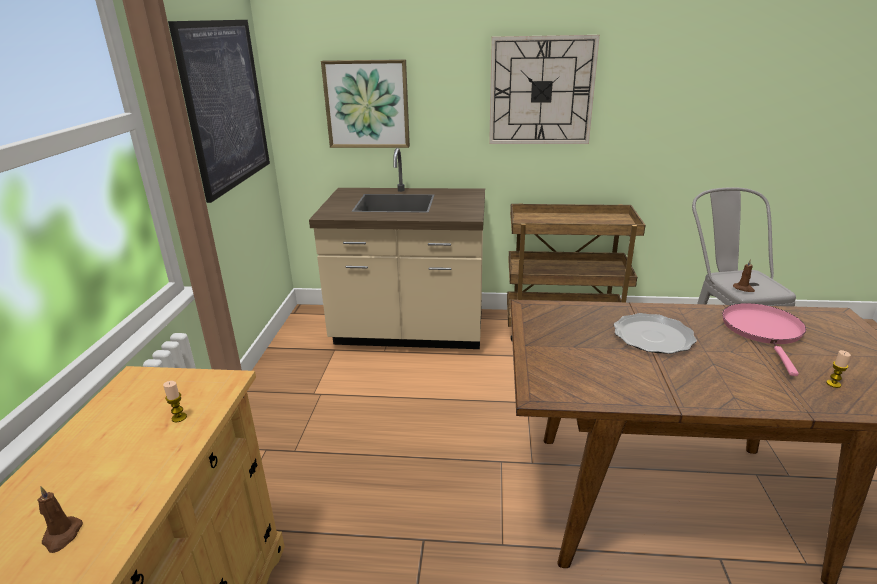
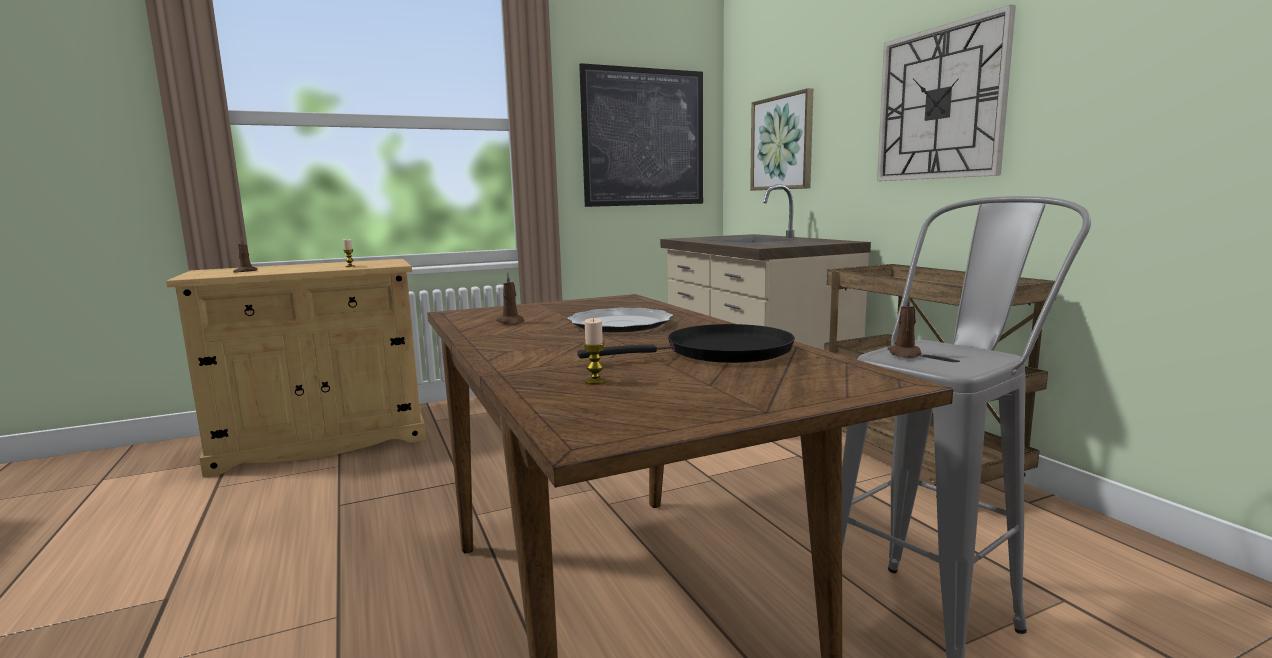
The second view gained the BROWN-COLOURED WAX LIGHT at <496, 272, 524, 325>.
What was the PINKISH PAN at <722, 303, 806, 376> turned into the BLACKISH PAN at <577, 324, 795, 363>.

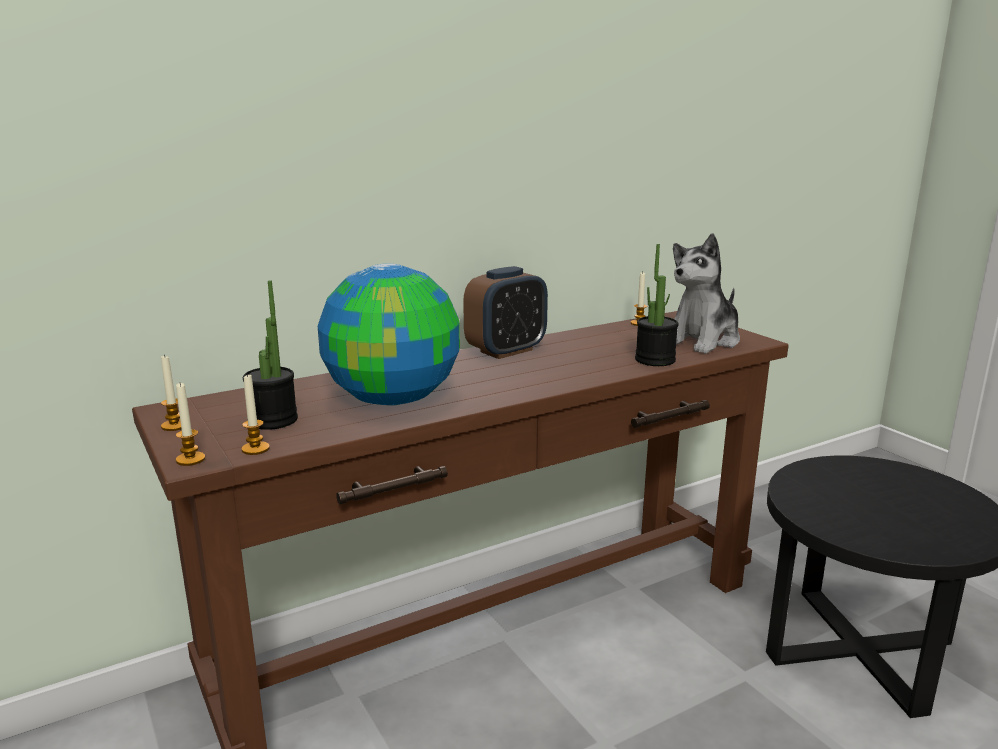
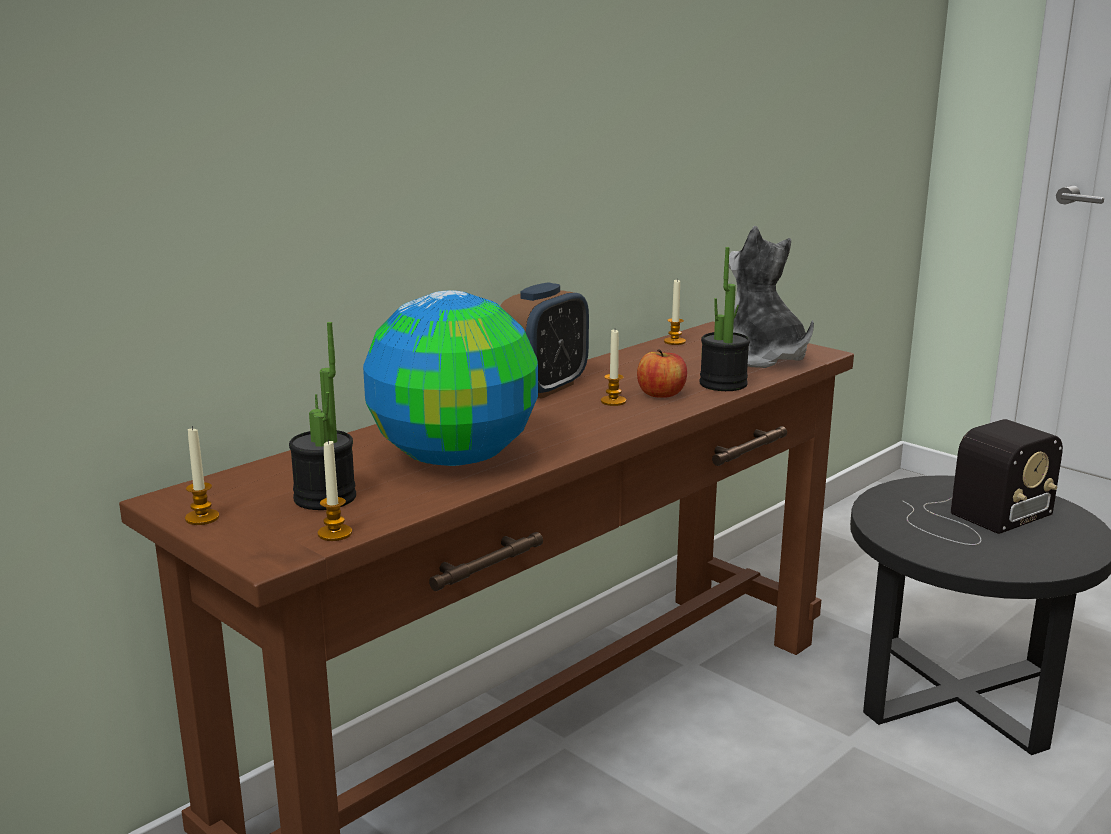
The WAX LIGHT ended up elsewhere, having gone from <176, 383, 205, 466> to <601, 330, 626, 406>.
The second view gained the APPLE at <637, 349, 687, 398>.
The CUDDLY TOY at <673, 233, 740, 354> ended up facing another way, 120 degrees clockwise from before.
The second view gained the RADIO SET at <902, 419, 1063, 545>.

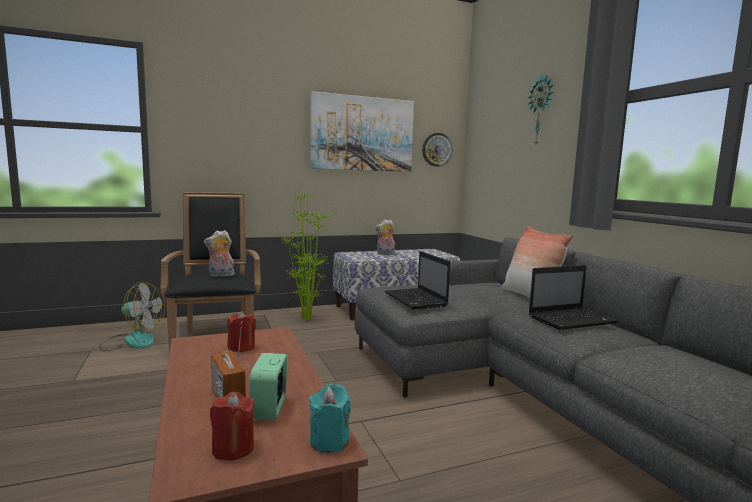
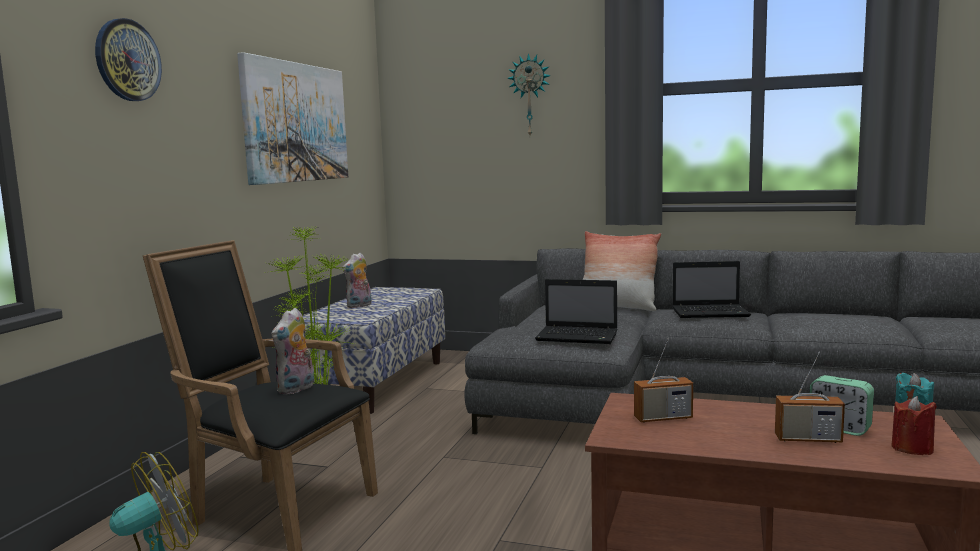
The CLOCK ON THE WALL ended up elsewhere, having gone from <422, 133, 452, 167> to <95, 18, 162, 101>.
Where the RED WAX LIGHT stood at <227, 311, 256, 352>, the RADIO SET came to stand at <634, 337, 693, 423>.
The LAPTOP at <528, 265, 618, 330> ended up facing another way, 75 degrees clockwise from before.

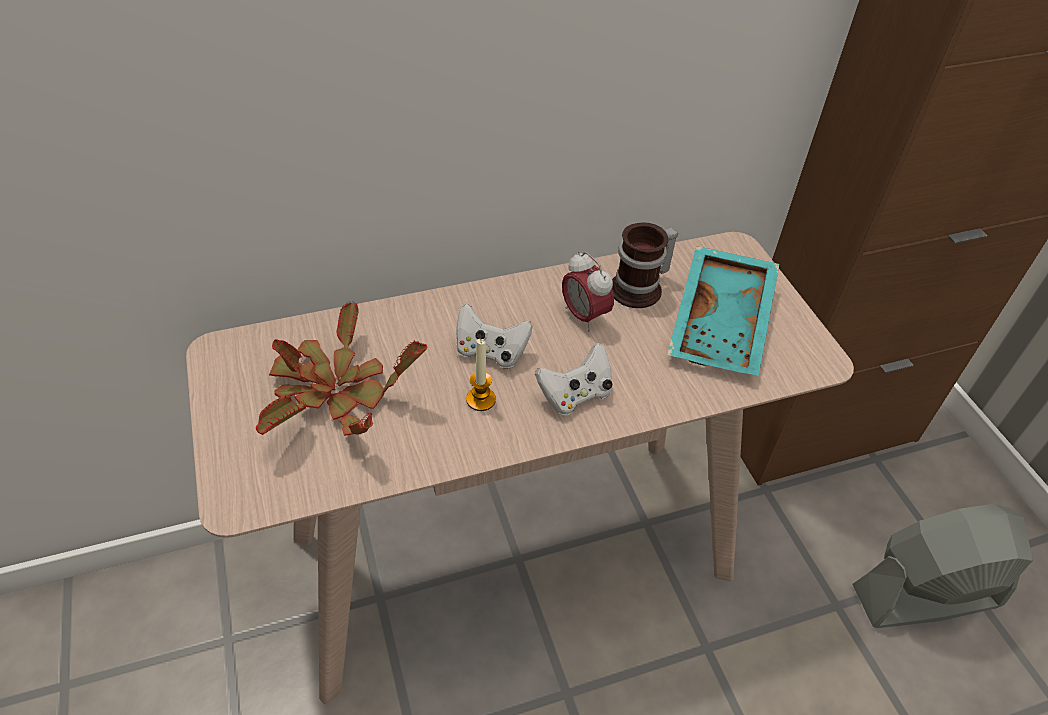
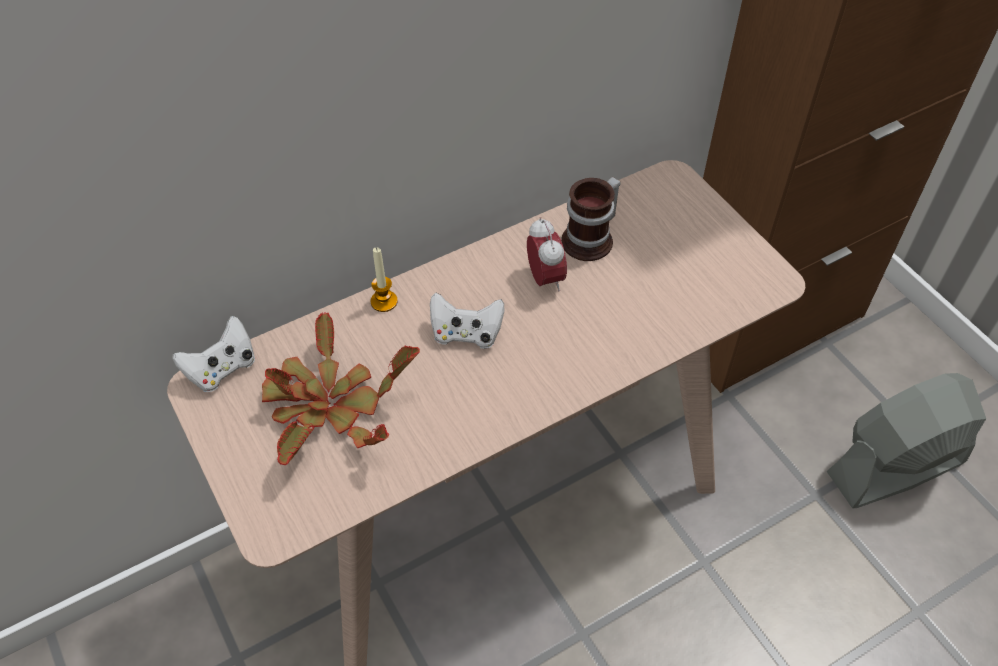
The WHITE-COLOURED JOYPAD ended up elsewhere, having gone from <535, 343, 613, 415> to <172, 316, 255, 392>.
The WAX LIGHT ended up elsewhere, having gone from <466, 339, 496, 411> to <371, 247, 398, 312>.
The ALARM CLOCK at <562, 251, 614, 332> ended up facing another way, 150 degrees counterclockwise from before.
The second view lost the TURQUOISE SERVING TRAY at <667, 246, 779, 376>.

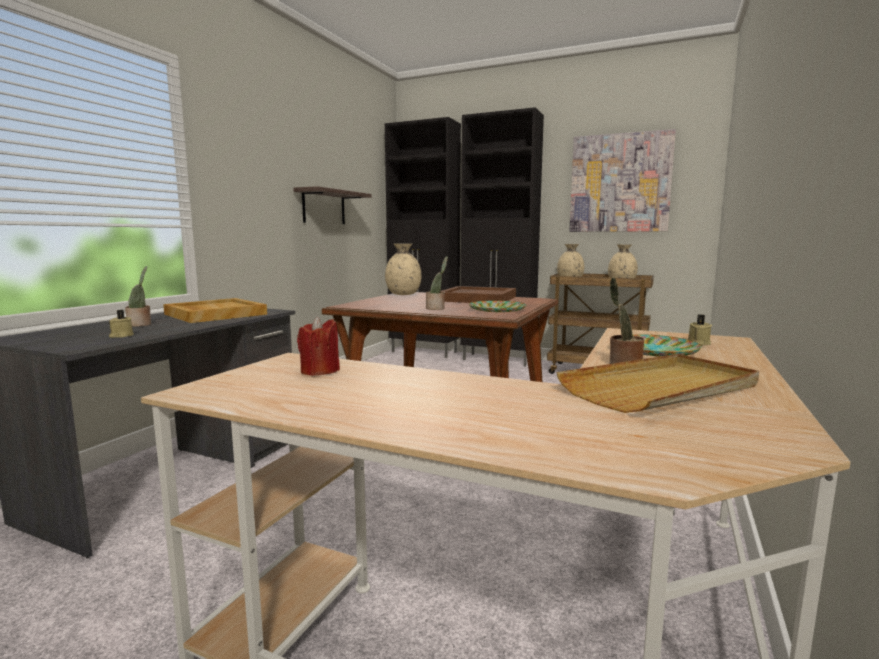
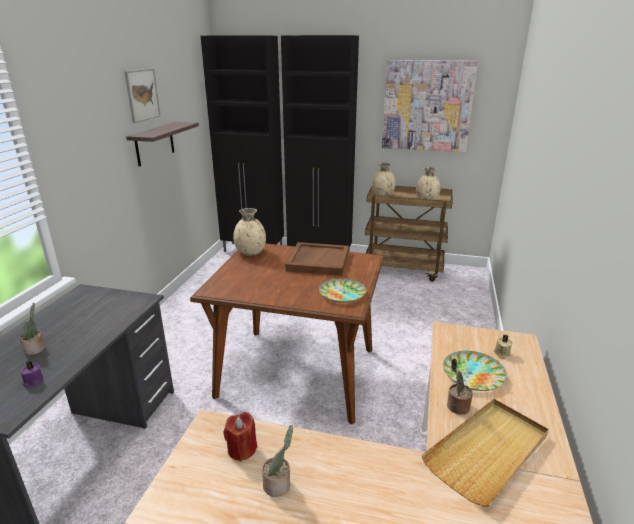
What was the BEIGE-COLOURED WAX LIGHT at <109, 310, 134, 338> turned into the PURPLE WAX LIGHT at <21, 361, 43, 387>.
The second view gained the WALL ART at <124, 69, 161, 123>.
The HOUSEPLANT ended up elsewhere, having gone from <426, 256, 448, 310> to <262, 425, 293, 497>.
The second view lost the BEIGE-COLOURED SERVING TRAY at <163, 298, 267, 323>.

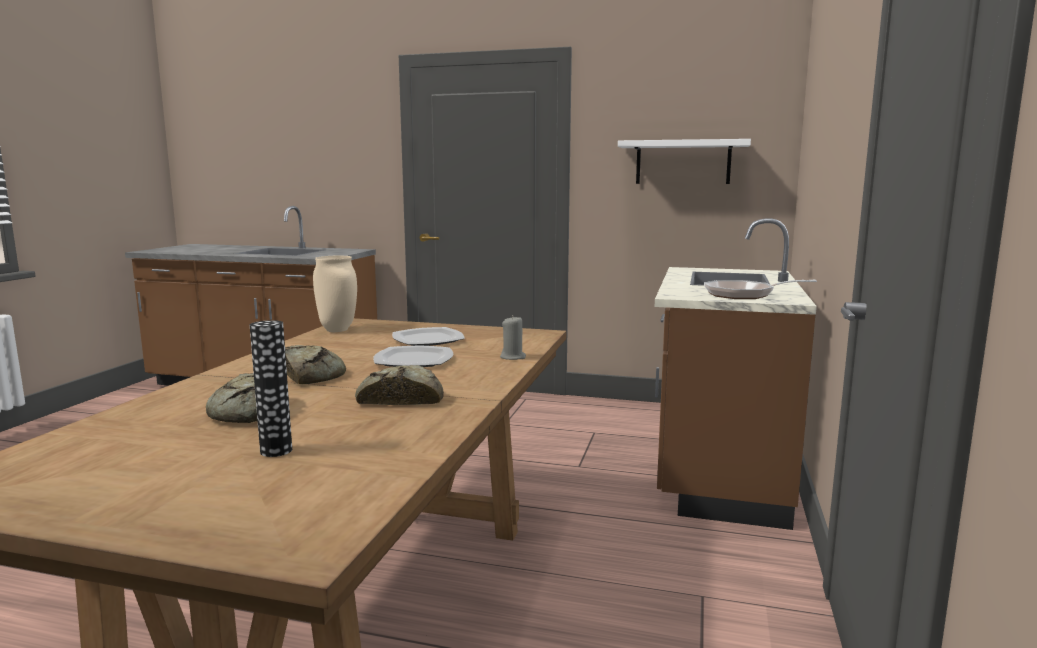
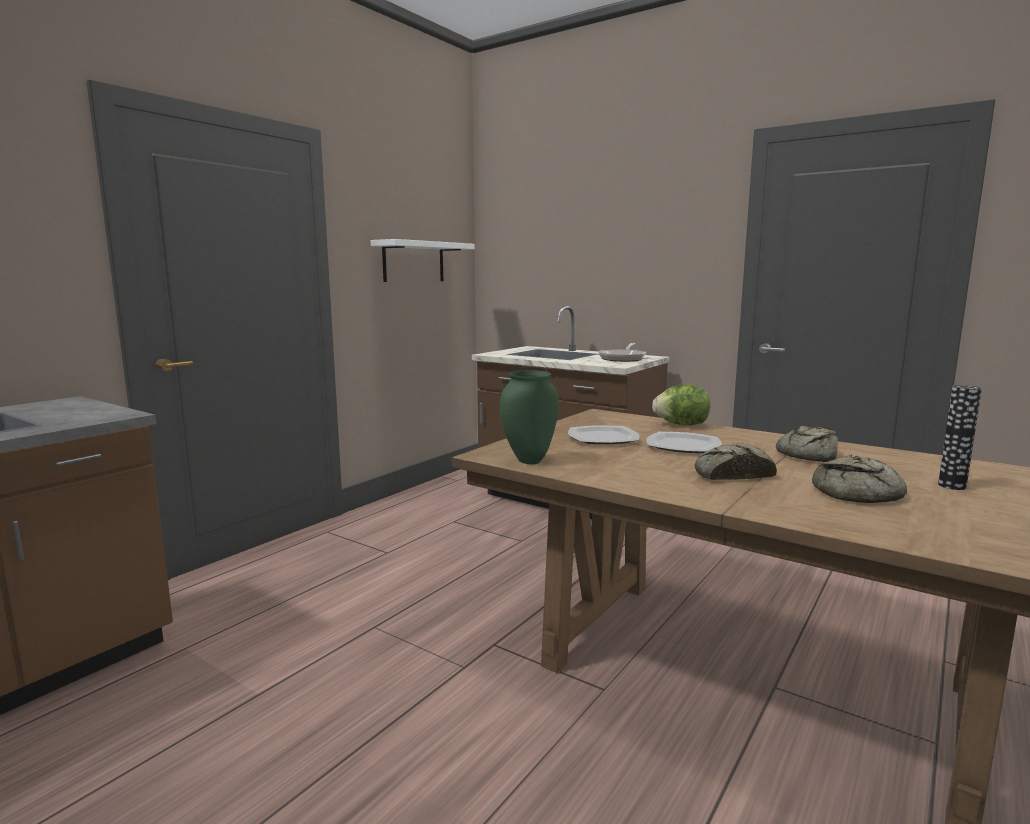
What was the BEIGE-COLOURED FLOWER VASE at <313, 256, 357, 332> turned into the GREEN FLOWER VASE at <500, 370, 559, 465>.
Where the GREY WAX LIGHT stood at <500, 316, 526, 360>, the HEAD OF LETTUCE came to stand at <652, 385, 710, 426>.

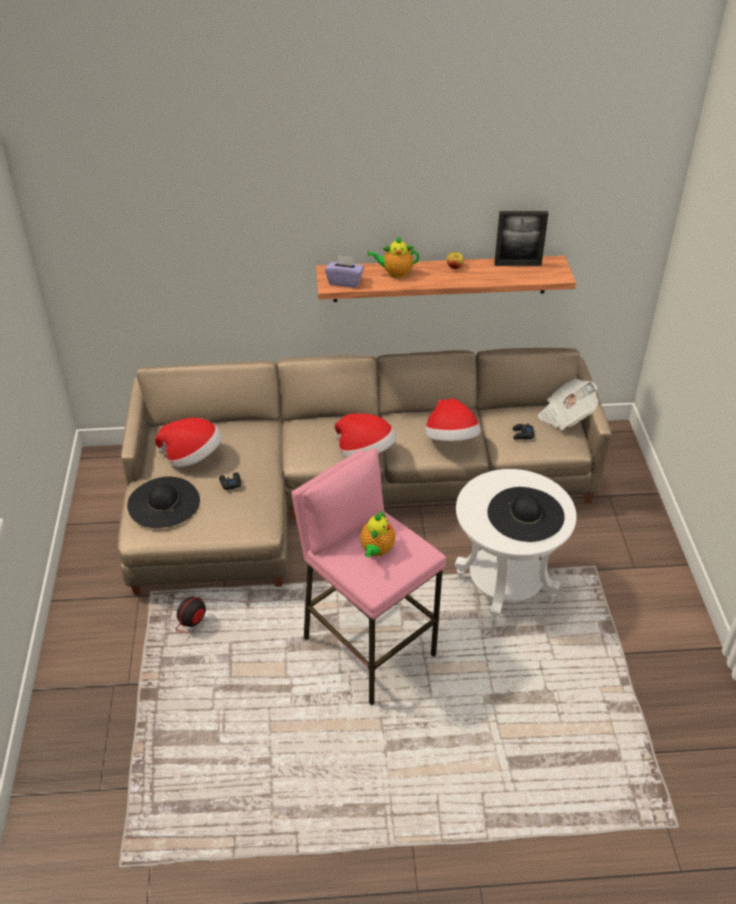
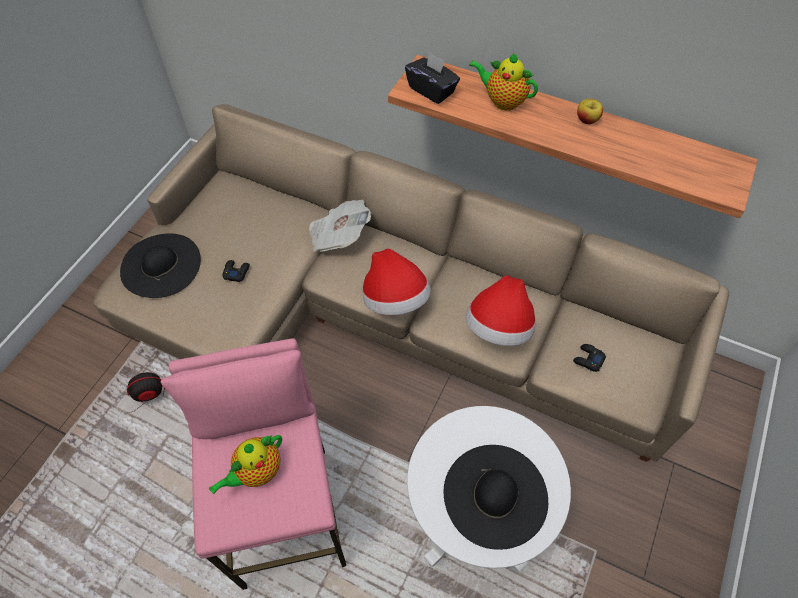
The PRINTED PAPER ended up elsewhere, having gone from <538, 379, 599, 430> to <309, 200, 371, 252>.
What was the PURPLE BOX OF TISSUES at <325, 255, 364, 287> turned into the BLACKISH BOX OF TISSUES at <405, 52, 460, 104>.
The second view lost the HAT at <155, 418, 222, 467>.
The second view lost the PICTURE FRAME at <494, 211, 549, 266>.

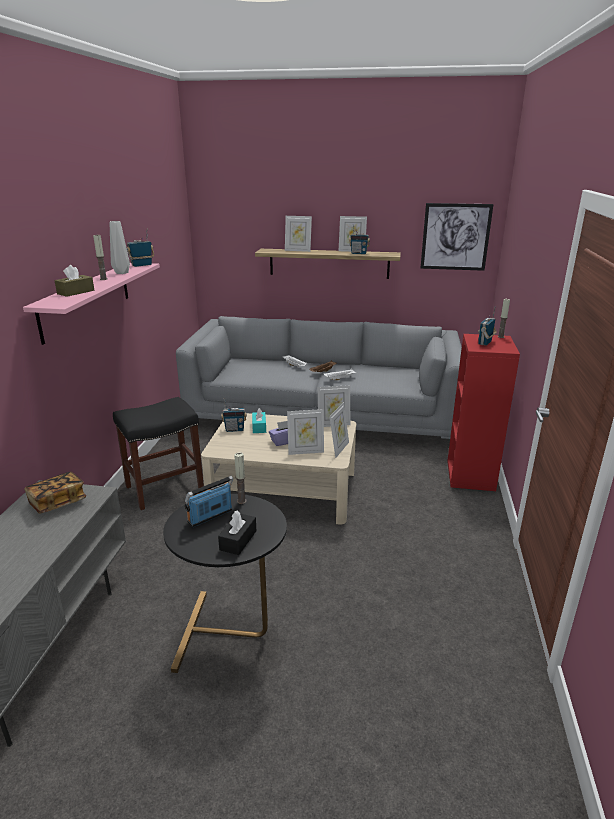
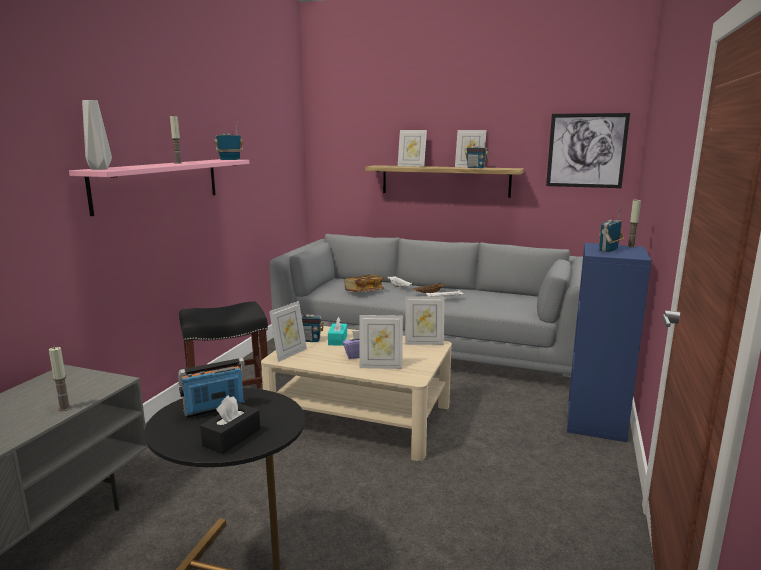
The WAX LIGHT ended up elsewhere, having gone from <234, 452, 246, 504> to <49, 347, 71, 411>.
The GREY FLOWER VASE ended up elsewhere, having gone from <110, 221, 130, 274> to <82, 100, 112, 170>.
The PICTURE FRAME ended up elsewhere, having gone from <329, 402, 349, 458> to <269, 301, 307, 362>.
The BOOK ended up elsewhere, having gone from <24, 471, 86, 514> to <344, 275, 384, 292>.
What was the RED BOOKCASE at <447, 334, 520, 491> turned into the BLUISH BOOKCASE at <567, 243, 652, 442>.
The second view lost the BROWN-COLOURED BOX OF TISSUES at <55, 265, 94, 297>.

